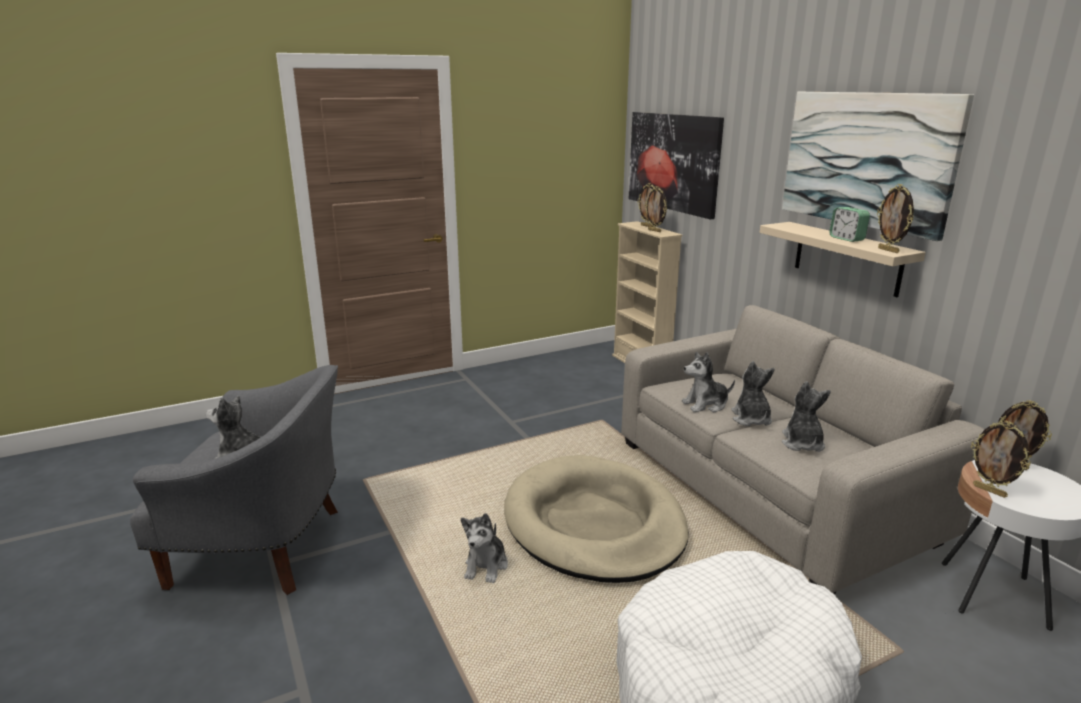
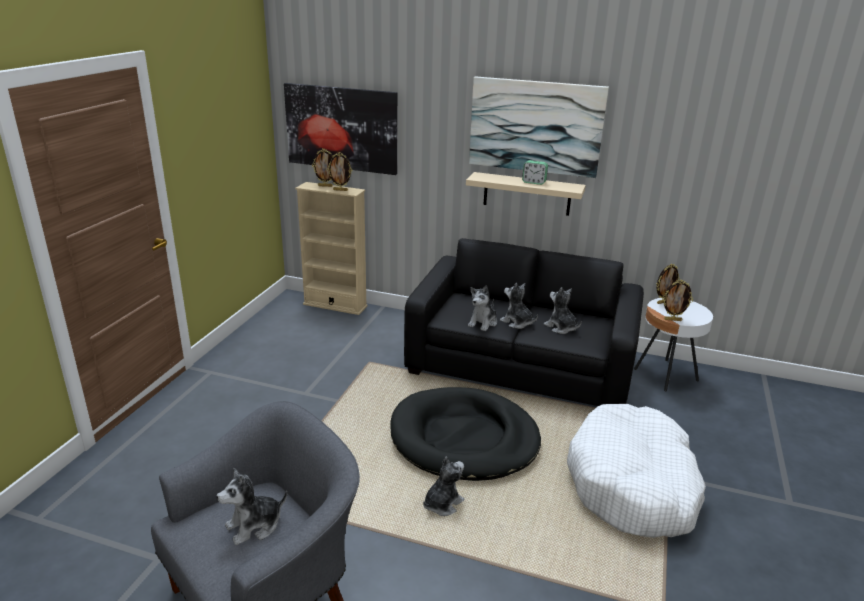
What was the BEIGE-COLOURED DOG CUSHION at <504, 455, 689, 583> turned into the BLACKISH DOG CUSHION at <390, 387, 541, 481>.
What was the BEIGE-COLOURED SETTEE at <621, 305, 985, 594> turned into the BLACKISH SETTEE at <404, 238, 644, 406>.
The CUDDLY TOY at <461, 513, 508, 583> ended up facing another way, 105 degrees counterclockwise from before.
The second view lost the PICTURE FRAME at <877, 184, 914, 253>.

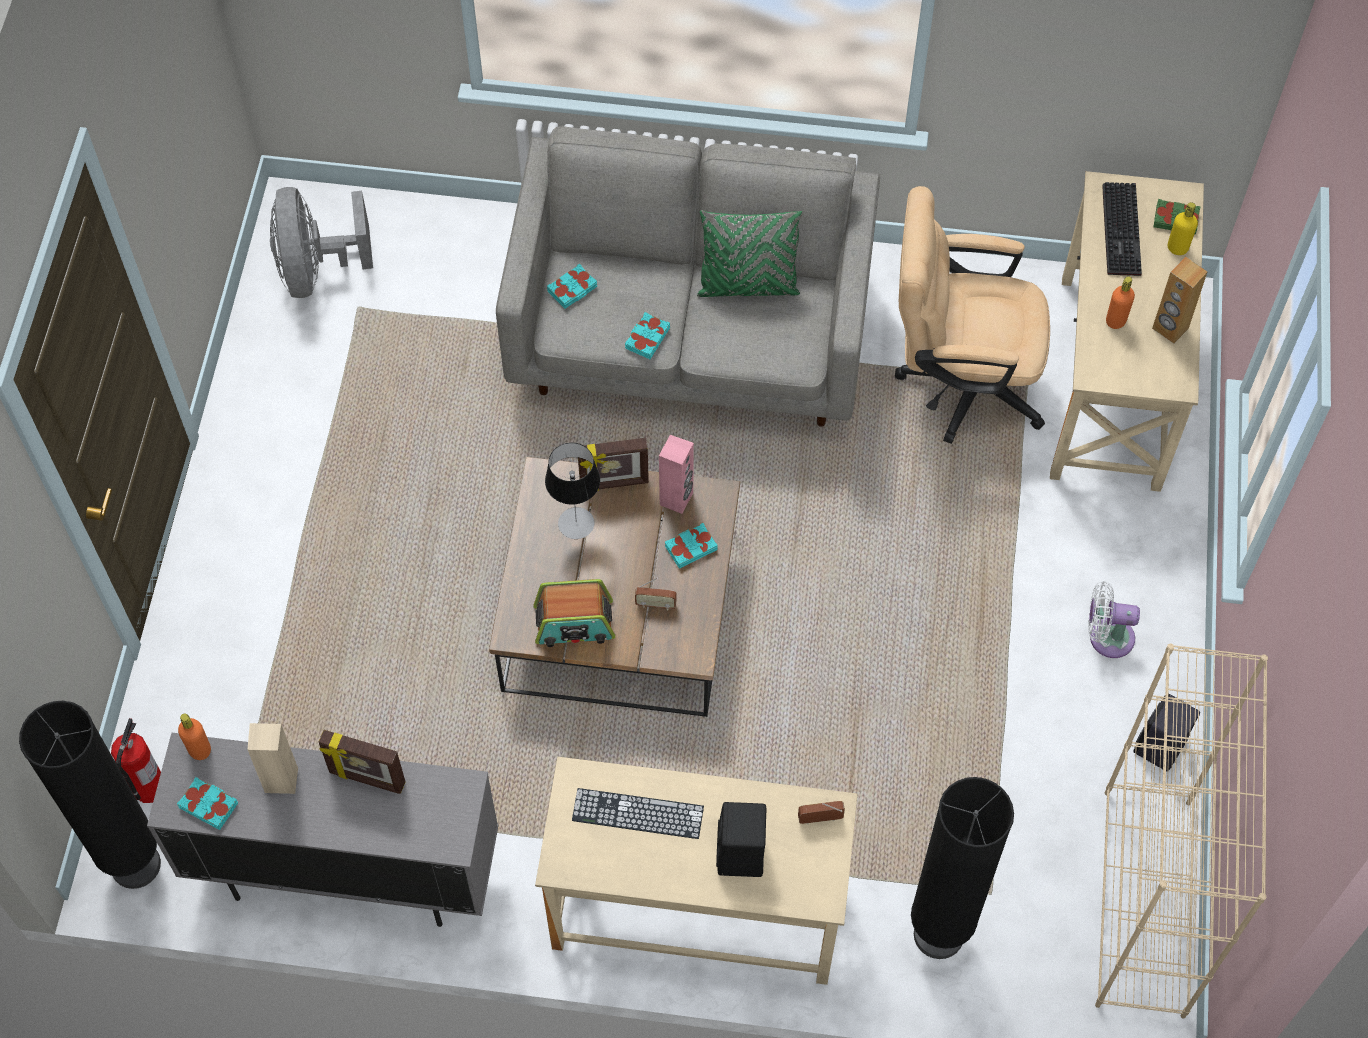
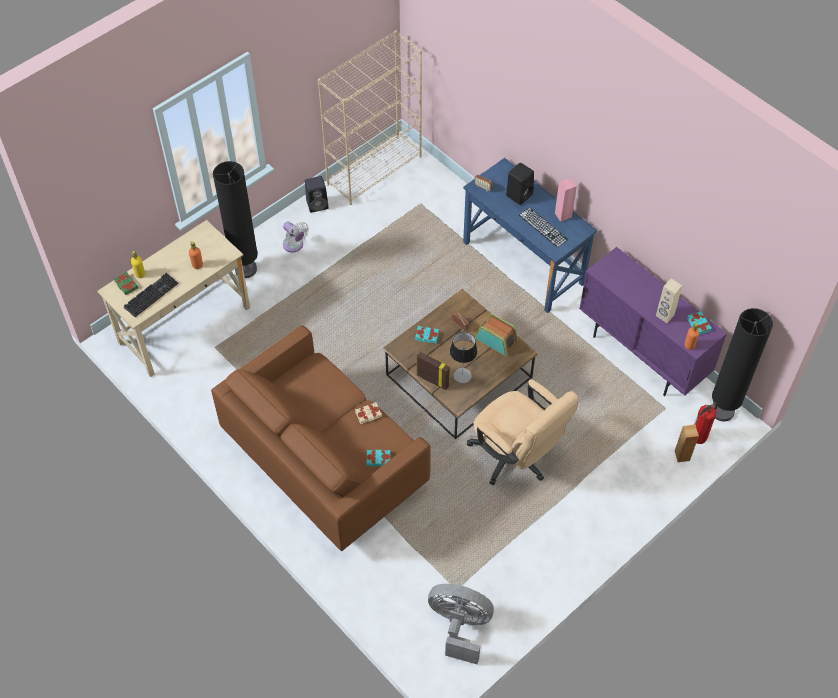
What was the GREY SETTEE at <496, 126, 880, 427> turned into the BROWN-COLOURED SETTEE at <211, 325, 431, 551>.
The BLACKISH FLOOR LAMP ended up elsewhere, having gone from <911, 777, 1014, 959> to <213, 161, 258, 278>.
What was the TURQUOISE BOOK at <625, 312, 670, 359> turned into the BEIGE-COLOURED BOOK at <355, 402, 382, 424>.
The GREY FAN at <270, 187, 373, 298> ended up facing another way, 105 degrees counterclockwise from before.
What was the BEIGE-COLOURED DESK TABLE at <535, 757, 857, 985> turned into the BLUISH DESK TABLE at <463, 158, 597, 313>.
The BEIGE-COLOURED DESK CHAIR ended up elsewhere, having gone from <895, 186, 1050, 444> to <467, 379, 579, 486>.
The PINKISH LOUDSPEAKER ended up elsewhere, having gone from <659, 435, 694, 514> to <555, 178, 577, 222>.
What was the GREY CABINET at <147, 733, 499, 927> turned into the PURPLE CABINET at <579, 247, 727, 396>.
The BROWN-COLOURED LOUDSPEAKER ended up elsewhere, having gone from <1152, 257, 1208, 344> to <675, 424, 699, 462>.
The second view lost the PICTURE FRAME at <319, 730, 405, 794>.
The second view lost the GREEN THROW PILLOW at <697, 210, 803, 297>.

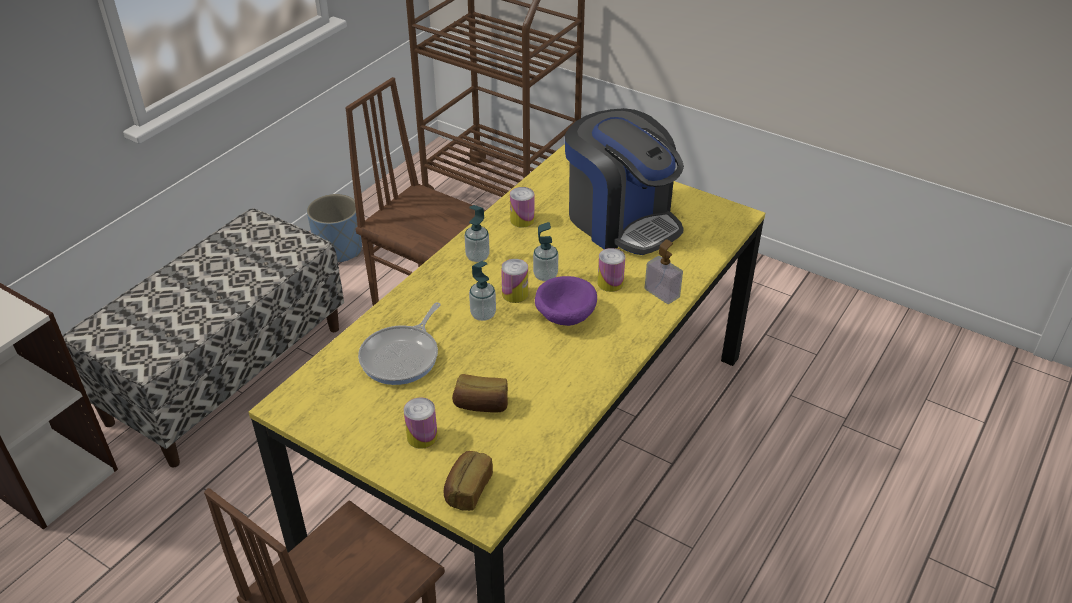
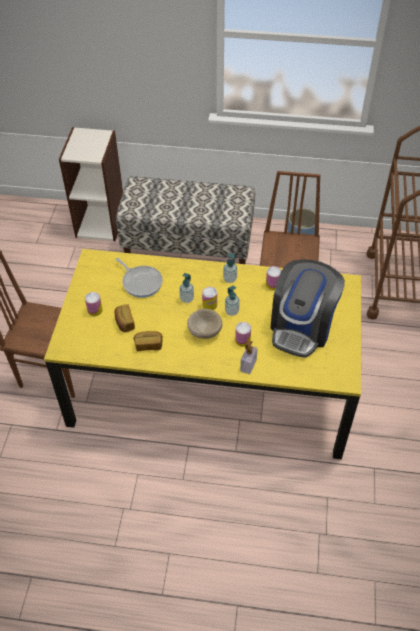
The PAN at <358, 302, 441, 385> ended up facing another way, 135 degrees counterclockwise from before.
The BAKERY BREAD ended up elsewhere, having gone from <444, 451, 493, 511> to <134, 331, 163, 351>.
What was the PURPLE DEEP DISH at <535, 276, 597, 326> turned into the BEIGE-COLOURED DEEP DISH at <187, 308, 222, 339>.

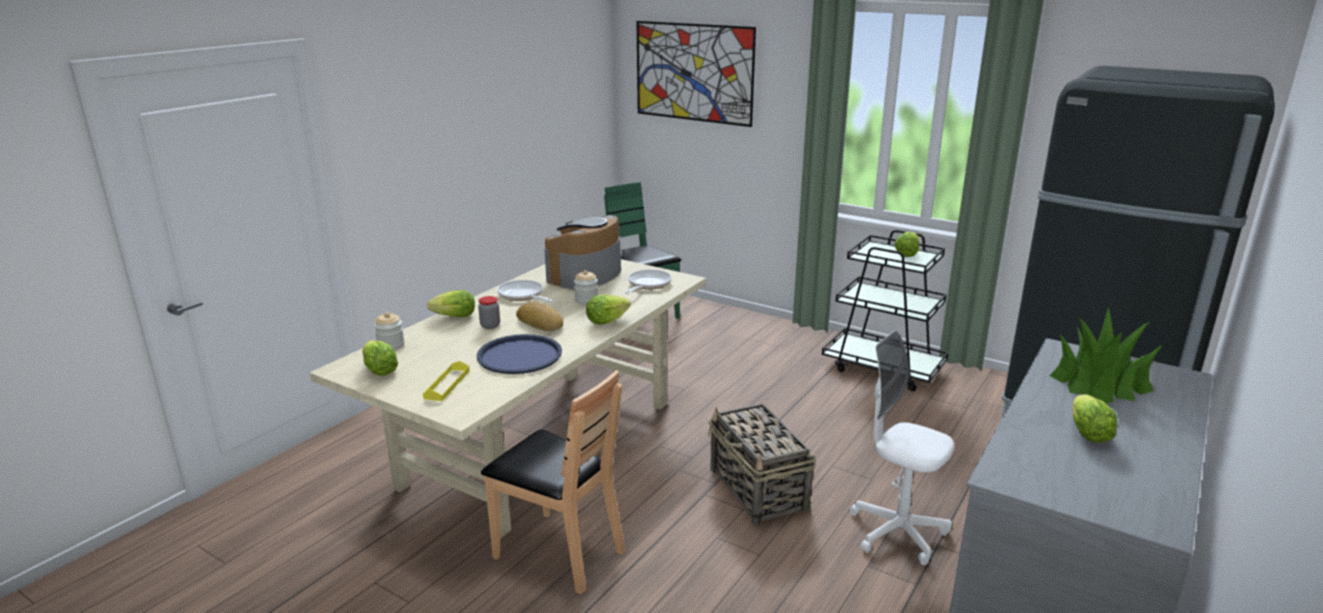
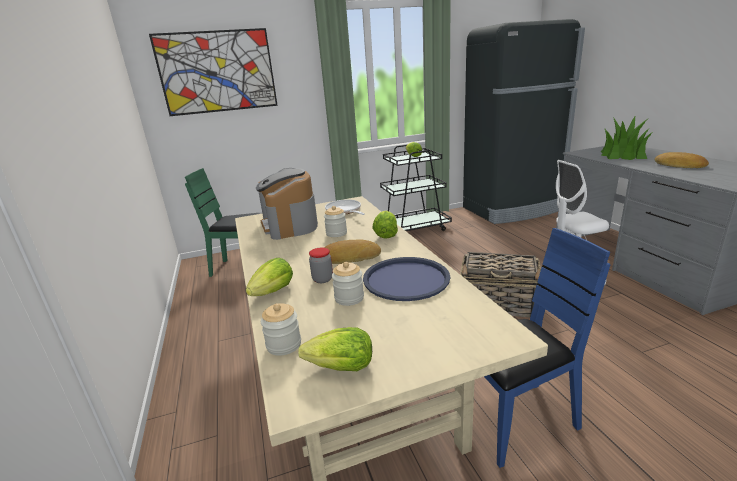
The second view gained the JAR at <332, 262, 364, 306>.
What was the BROWN-COLOURED UPRIGHT CHAIR at <481, 370, 625, 594> turned into the BLUISH UPRIGHT CHAIR at <484, 228, 611, 468>.
Where the HEAD OF LETTUCE stood at <1072, 394, 1117, 443>, the BAKERY BREAD came to stand at <655, 152, 709, 168>.
The second view lost the YELLOWISH SERVING TRAY at <423, 361, 470, 401>.
The second view lost the PAN at <497, 280, 553, 302>.

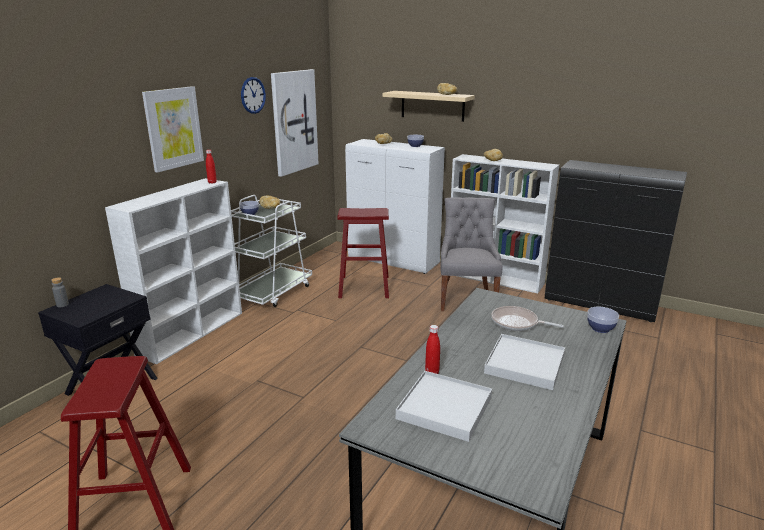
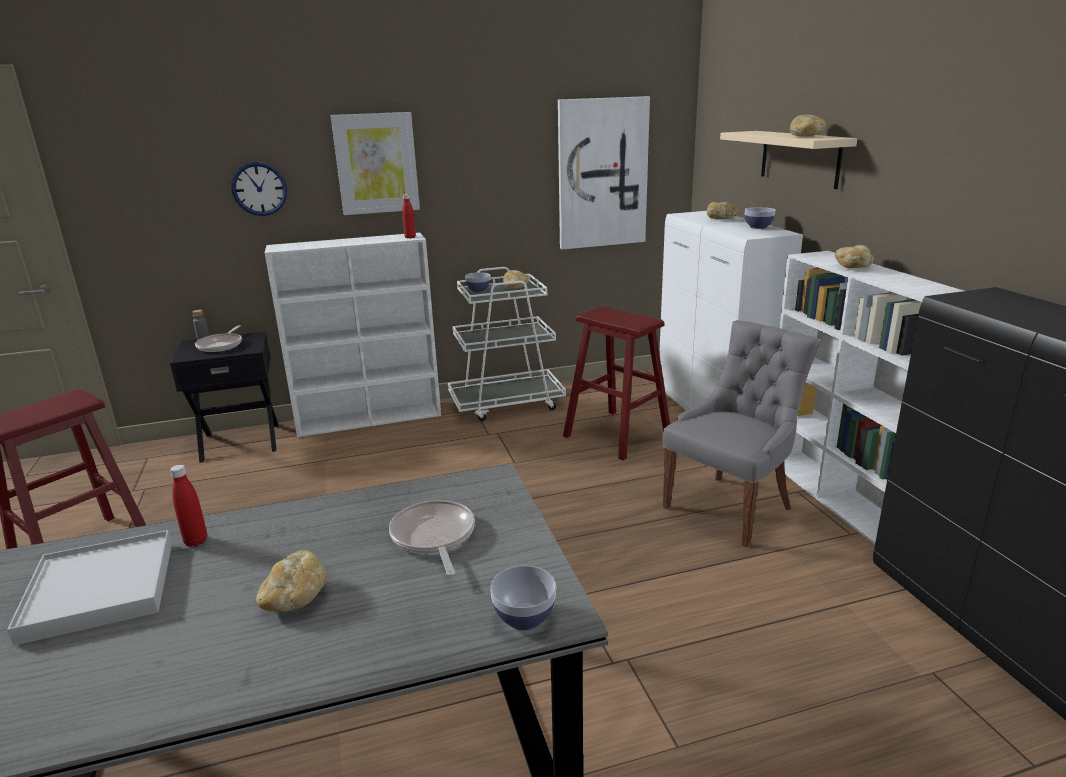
The second view gained the PAN at <195, 325, 242, 352>.
The CLOCK ON THE WALL ended up elsewhere, having gone from <241, 77, 266, 114> to <231, 162, 287, 216>.
Where the WHITE-COLOURED SERVING TRAY stood at <484, 334, 565, 390>, the BAKERY BREAD came to stand at <256, 550, 327, 612>.

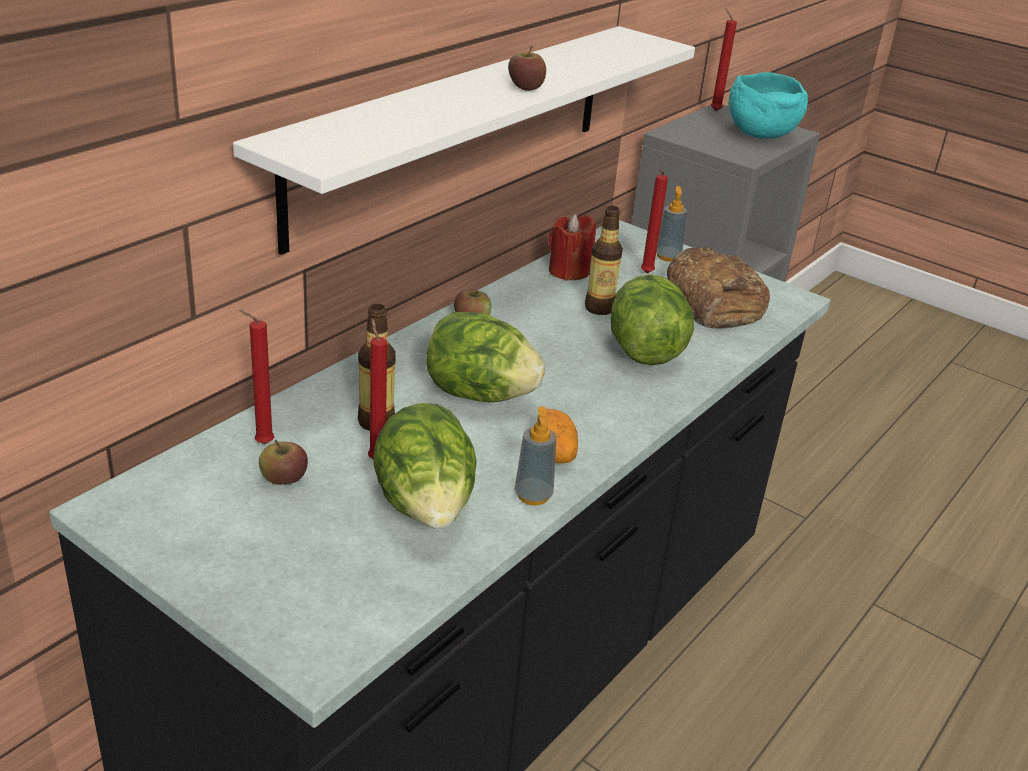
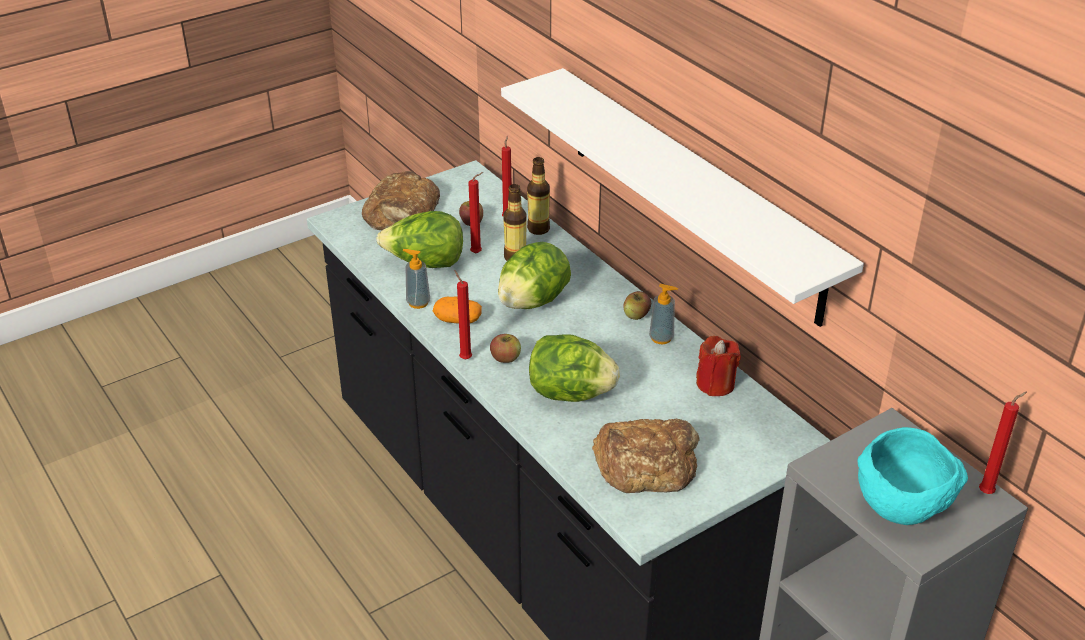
The second view gained the BAKERY BREAD at <362, 171, 440, 230>.
The RED WAX LIGHT ended up elsewhere, having gone from <641, 169, 668, 273> to <455, 270, 472, 359>.
The APPLE ended up elsewhere, having gone from <508, 46, 546, 91> to <490, 334, 521, 363>.
The BOTTLE ended up elsewhere, having gone from <585, 206, 623, 315> to <527, 157, 550, 235>.
The LIQUID SOAP BOTTLE ended up elsewhere, having gone from <656, 186, 687, 262> to <649, 284, 678, 344>.

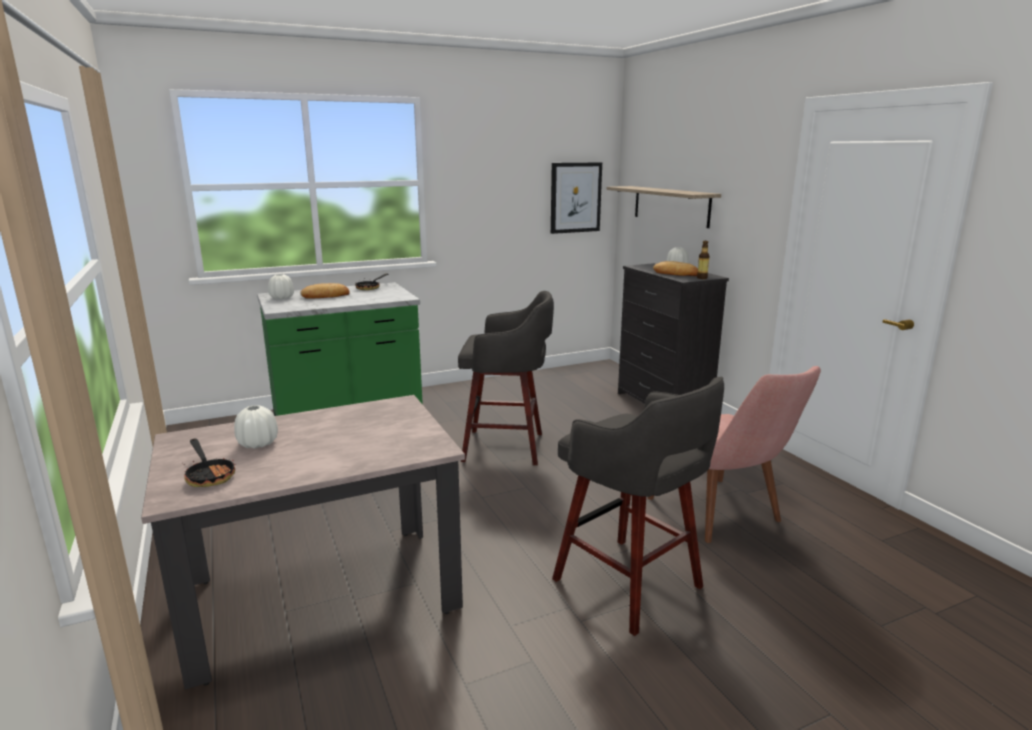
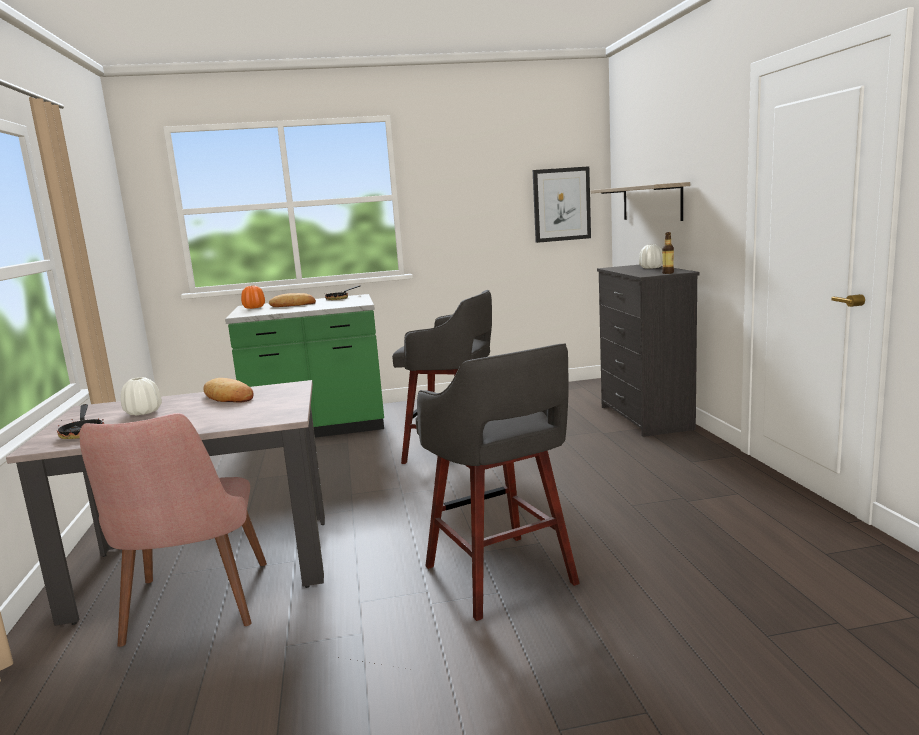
The PINKISH UPRIGHT CHAIR ended up elsewhere, having gone from <647, 366, 821, 543> to <79, 413, 267, 647>.
The BAKERY BREAD ended up elsewhere, having gone from <653, 261, 698, 276> to <203, 378, 253, 402>.
What was the WHITE-COLOURED FLOWER VASE at <268, 274, 294, 299> turned into the ORANGE FLOWER VASE at <241, 286, 265, 309>.

